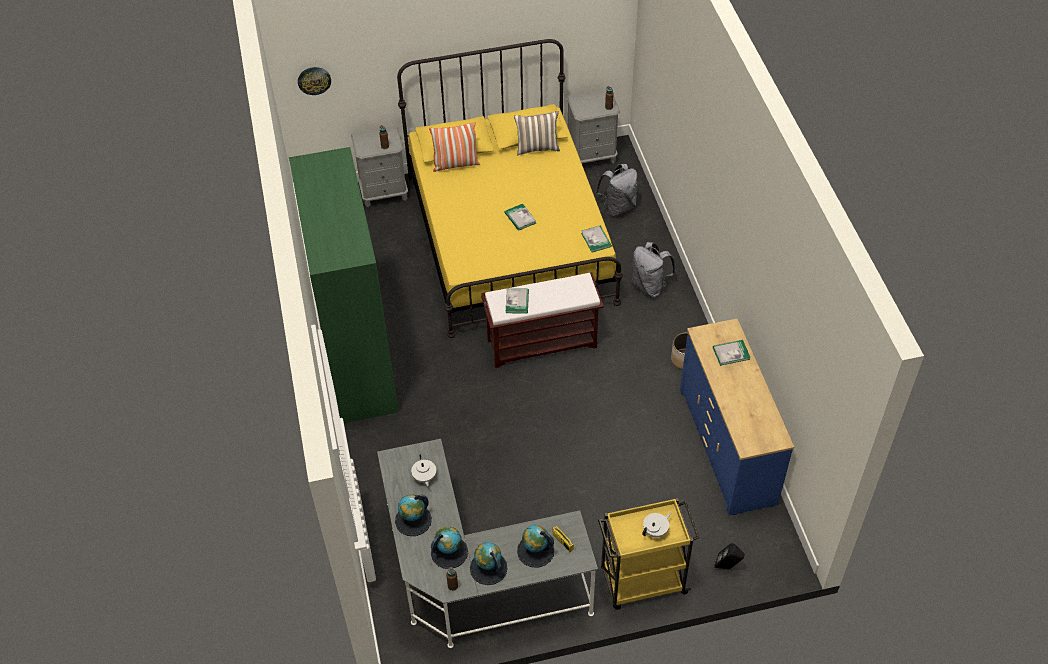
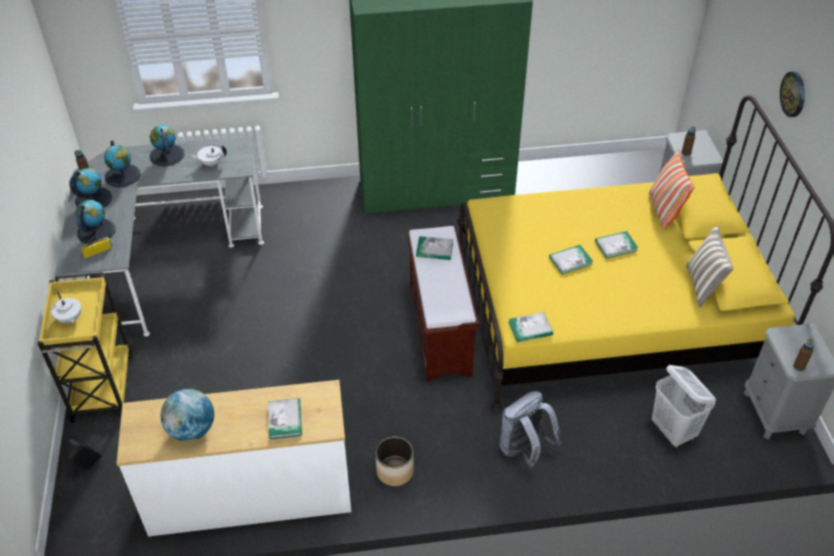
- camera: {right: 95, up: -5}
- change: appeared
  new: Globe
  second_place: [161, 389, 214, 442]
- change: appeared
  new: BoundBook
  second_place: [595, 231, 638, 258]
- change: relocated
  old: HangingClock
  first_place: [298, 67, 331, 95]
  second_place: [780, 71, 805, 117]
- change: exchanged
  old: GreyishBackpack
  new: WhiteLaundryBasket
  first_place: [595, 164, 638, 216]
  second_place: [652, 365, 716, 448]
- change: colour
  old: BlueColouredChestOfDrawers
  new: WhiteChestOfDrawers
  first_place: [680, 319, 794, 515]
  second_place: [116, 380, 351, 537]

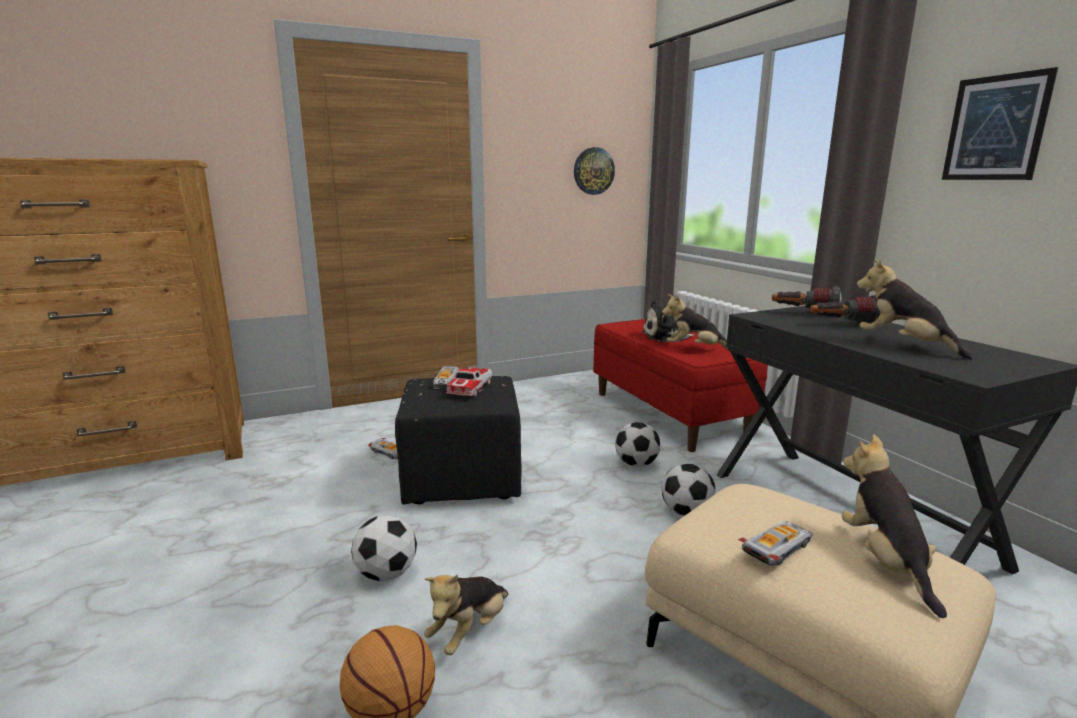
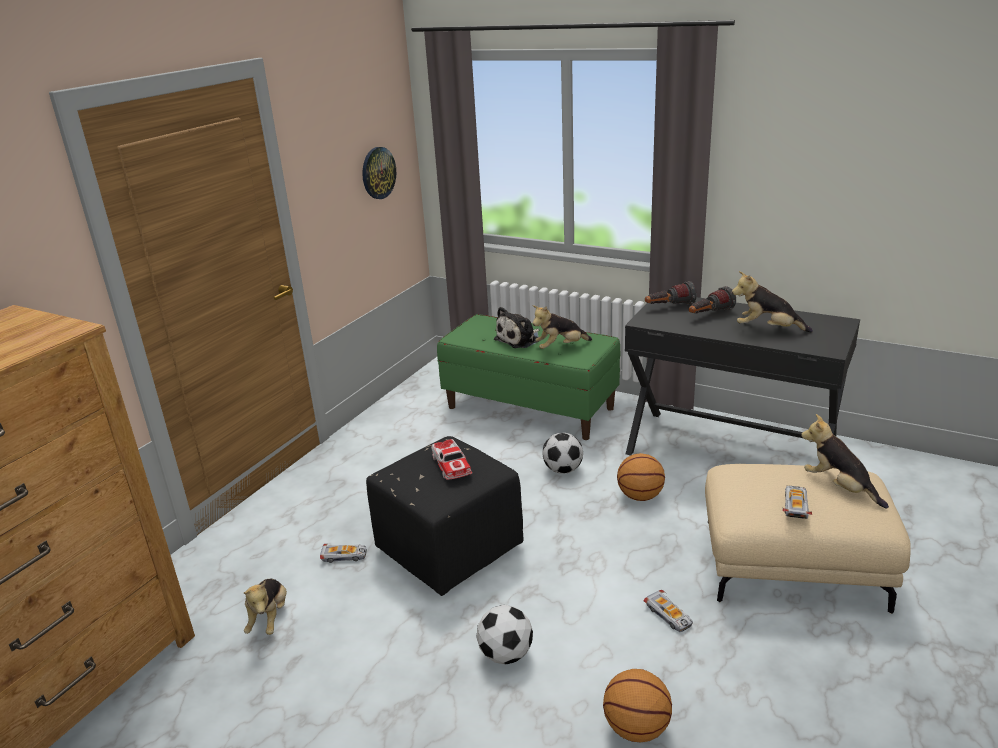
- camera: {right: -35, up: 10}
- change: missing
  old: Picture
  first_place: [942, 67, 1058, 180]
- change: relocated
  old: CuddlyToy
  first_place: [424, 574, 508, 655]
  second_place: [244, 579, 287, 635]
- change: relocated
  old: ToyCar
  first_place: [433, 366, 462, 388]
  second_place: [643, 590, 693, 632]
- change: exchanged
  old: Football
  new: BasketballBall
  first_place: [662, 463, 716, 516]
  second_place: [617, 453, 665, 501]
- change: colour
  old: ReddishIndoorBench
  new: GreenIndoorBench
  first_place: [593, 319, 767, 452]
  second_place: [437, 314, 620, 440]

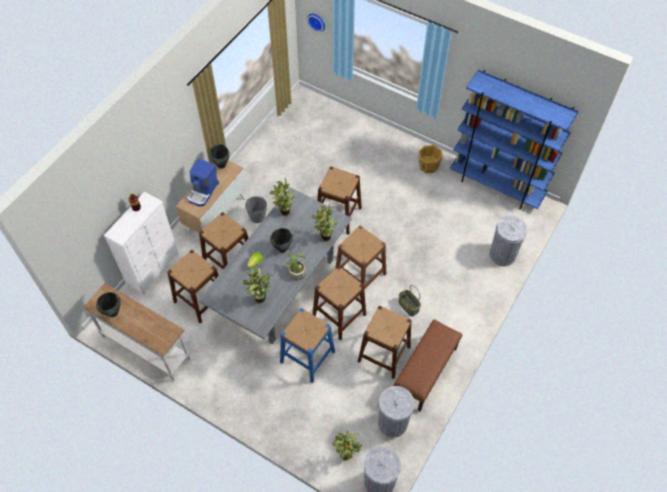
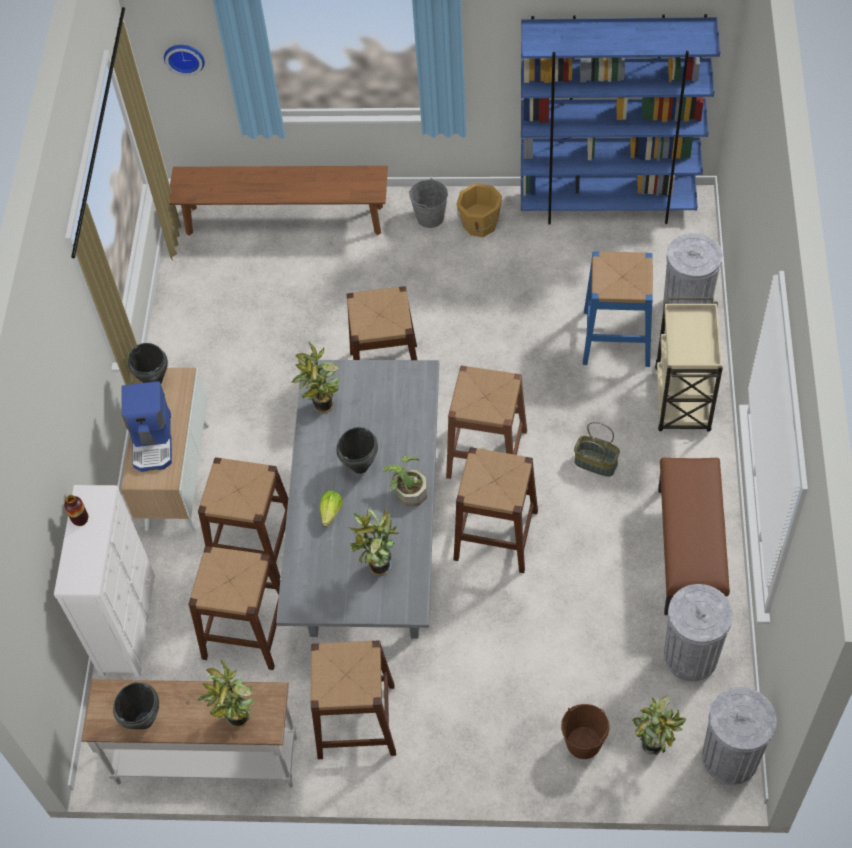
- camera: {right: -25, up: 0}
- change: appeared
  new: BrownishIndoorBench
  second_place: [169, 166, 388, 236]
- change: appeared
  new: BrownishWaterBucket
  second_place: [561, 704, 609, 759]
- change: appeared
  new: BeigeTrolley
  second_place: [655, 297, 723, 431]
- change: relocated
  old: GreyishWaterBucket
  first_place: [245, 196, 267, 223]
  second_place: [409, 178, 448, 228]
- change: relocated
  old: BlueColouredStoolSeat
  first_place: [280, 308, 335, 383]
  second_place: [583, 251, 653, 367]
- change: relocated
  old: PlantInAPot
  first_place: [312, 204, 337, 242]
  second_place: [197, 659, 255, 728]
- change: relocated
  old: BrownishStoolSeat
  first_place: [358, 306, 412, 379]
  second_place: [311, 640, 396, 759]

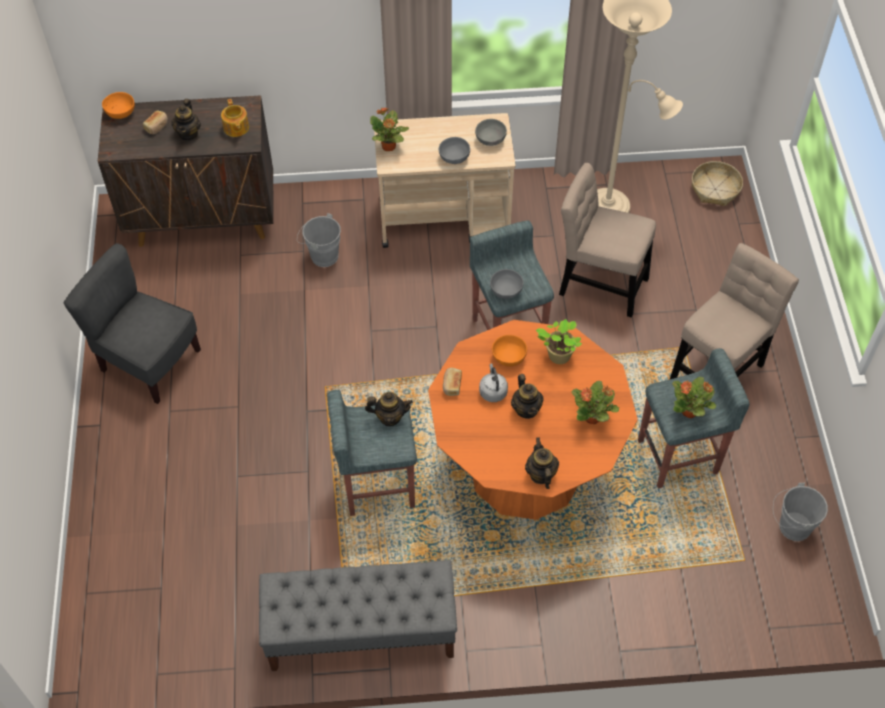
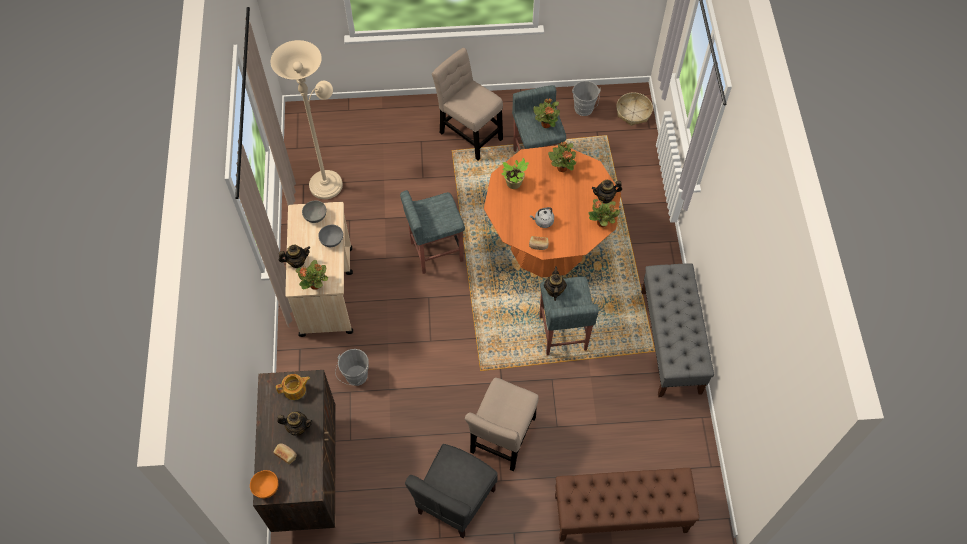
- camera: {right: -90, up: 5}
- change: missing
  old: GreyishDeepDish
  first_place: [490, 269, 523, 299]
- change: missing
  old: OrangeColouredDeepDish
  first_place: [492, 335, 527, 366]
- change: appeared
  new: BrownishIndoorBench
  second_place: [555, 468, 700, 542]
- change: appeared
  new: PlantInAPot
  second_place: [589, 199, 620, 227]
- change: relocated
  old: TeaPot
  first_place: [511, 374, 544, 419]
  second_place: [279, 245, 310, 268]
- change: relocated
  old: BeigePlainChair
  first_place: [559, 163, 656, 318]
  second_place: [465, 378, 539, 471]
- change: relocated
  old: StorageBasket
  first_place: [692, 161, 743, 206]
  second_place: [616, 92, 653, 126]

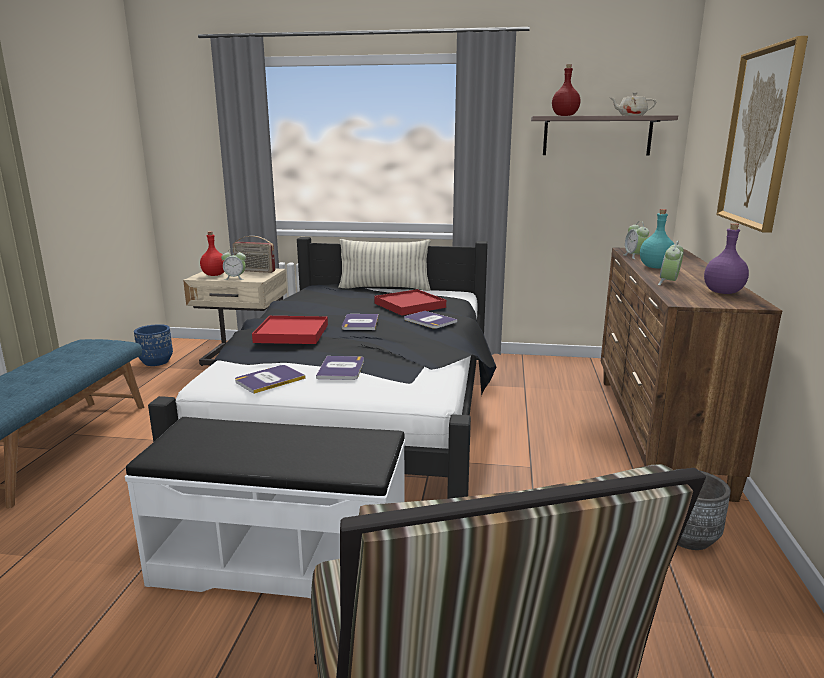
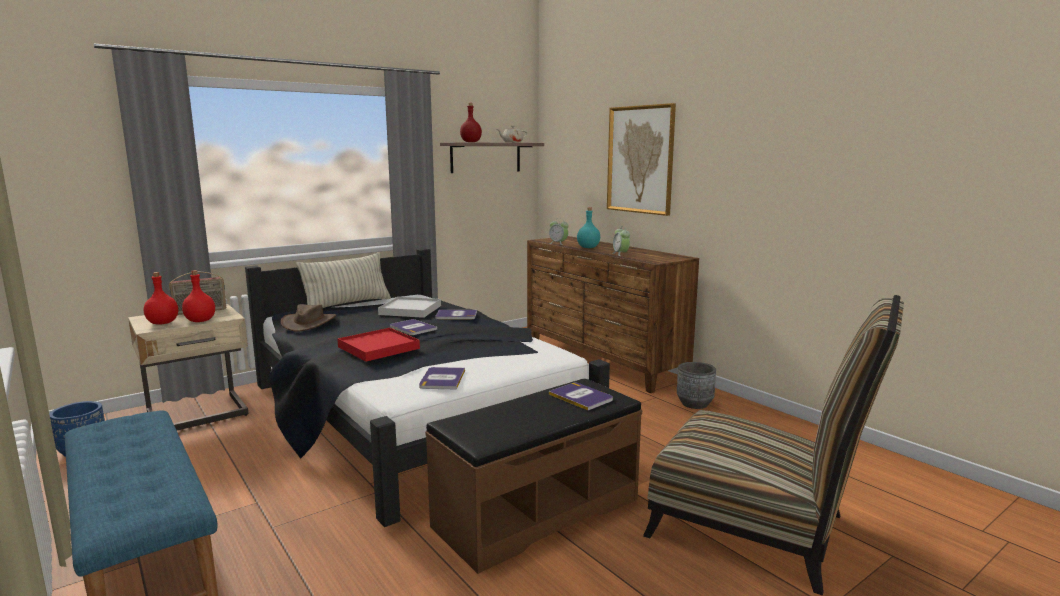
- camera: {right: -45, up: -5}
- change: missing
  old: PurpleDrinkBottle
  first_place: [704, 223, 749, 294]
- change: appeared
  new: BrownishClothingHat
  second_place: [281, 304, 336, 331]
- change: relocated
  old: BoundBook
  first_place: [316, 356, 364, 380]
  second_place: [549, 383, 613, 411]
- change: exchanged
  old: BedsideClock
  new: ReddishDrinkBottle
  first_place: [221, 251, 246, 280]
  second_place: [182, 270, 215, 322]
- change: colour
  old: WhiteIndoorBench
  new: BrownishIndoorBench
  first_place: [125, 417, 405, 598]
  second_place: [425, 378, 642, 574]
- change: colour
  old: ReddishCarryingTray
  new: WhiteCarryingTray
  first_place: [374, 289, 446, 316]
  second_place: [378, 297, 441, 318]

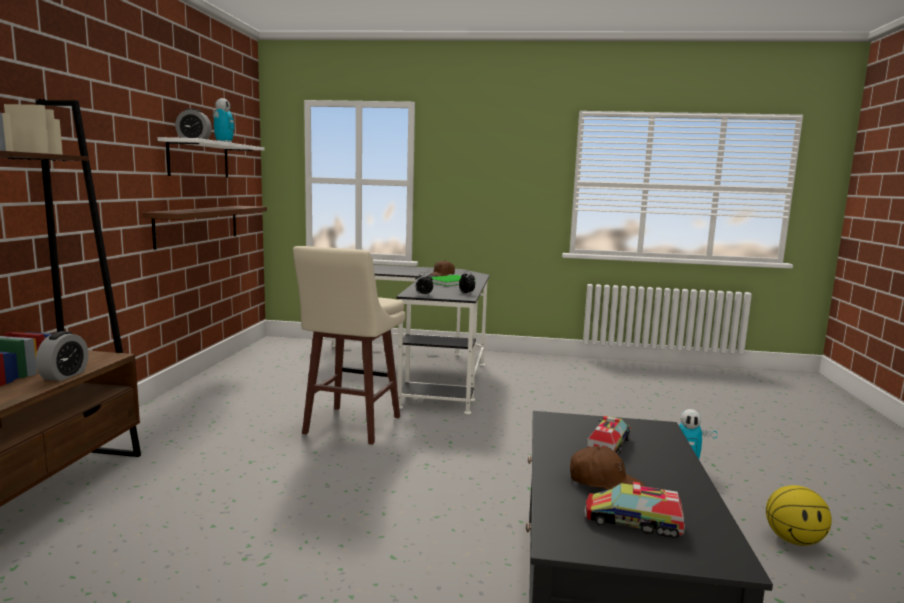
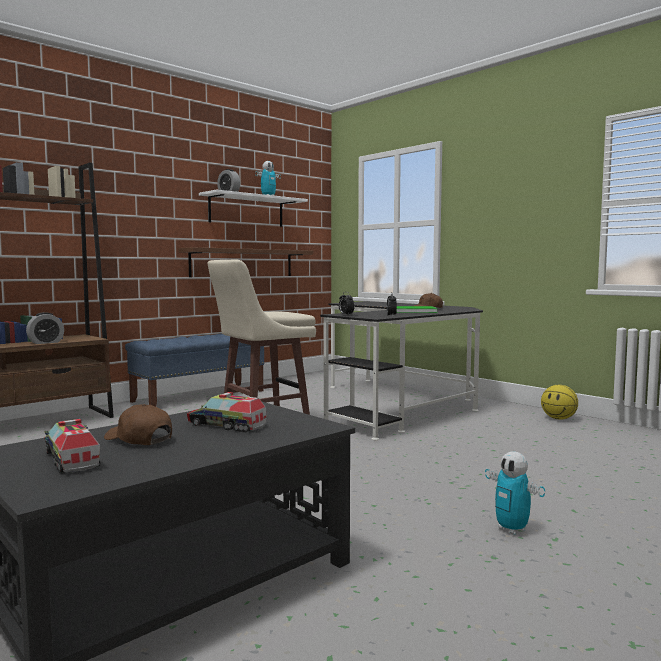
- camera: {right: 40, up: -5}
- change: appeared
  new: BlueColouredIndoorBench
  second_place: [125, 333, 264, 407]
- change: relocated
  old: BasketballBall
  first_place: [766, 485, 832, 546]
  second_place: [541, 385, 578, 420]
- change: spun
  old: BrownishBaseballCap
  first_place: [570, 446, 645, 490]
  second_place: [104, 404, 172, 445]
  degrees: 150
- change: spun
  old: ModelTruck
  first_place: [587, 416, 631, 455]
  second_place: [187, 392, 267, 433]
  degrees: -135

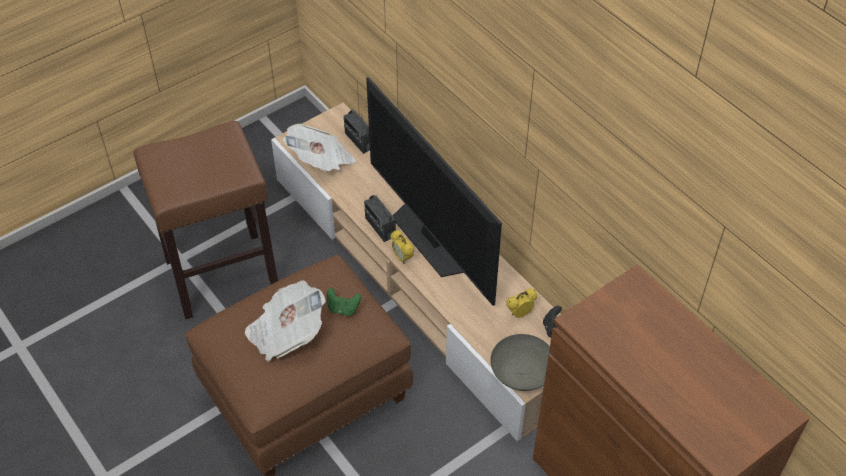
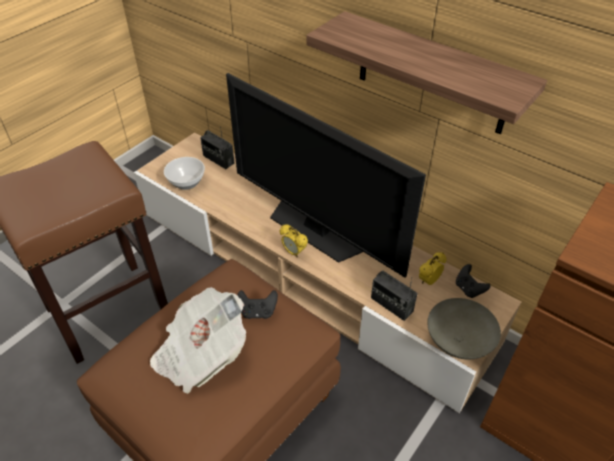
- camera: {right: -15, up: -5}
- change: appeared
  new: WallShelf
  second_place: [306, 11, 547, 134]
- change: relocated
  old: RadioSet
  first_place: [364, 195, 396, 242]
  second_place: [371, 271, 418, 321]
- change: exchanged
  old: DailyPaper
  new: DeepDish
  first_place: [282, 124, 356, 172]
  second_place: [164, 157, 205, 190]
- change: colour
  old: GreenGameController
  new: BlackGameController
  first_place: [327, 287, 361, 316]
  second_place: [237, 290, 278, 319]

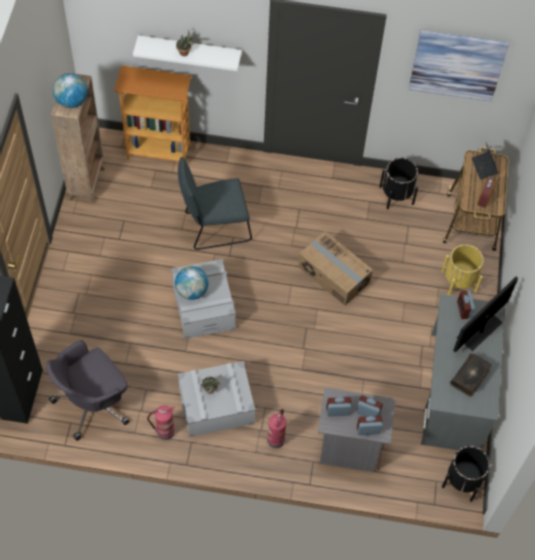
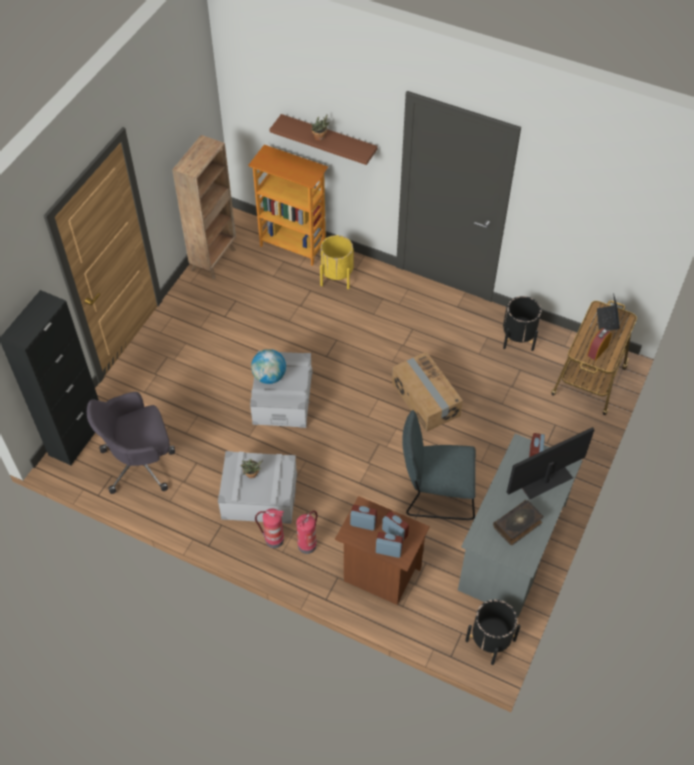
- camera: {right: 20, up: -5}
- change: missing
  old: Globe
  first_place: [53, 73, 87, 108]
- change: missing
  old: Picture
  first_place: [409, 30, 509, 102]
- change: relocated
  old: FireFightingCylinder
  first_place: [147, 405, 175, 440]
  second_place: [255, 508, 284, 548]
- change: relocated
  old: GreyishPlainChair
  first_place: [178, 157, 252, 250]
  second_place: [402, 410, 476, 520]
- change: relocated
  old: YellowColouredFlowerPot
  first_place: [441, 244, 484, 295]
  second_place: [320, 235, 354, 289]
- change: colour
  old: WhiteWallShelf
  new: BrownishWallShelf
  first_place: [133, 35, 242, 71]
  second_place: [269, 114, 378, 165]
- change: colour
  old: GreyishNightstand
  new: BrownishNightstand
  first_place: [318, 387, 396, 472]
  second_place: [335, 496, 430, 605]

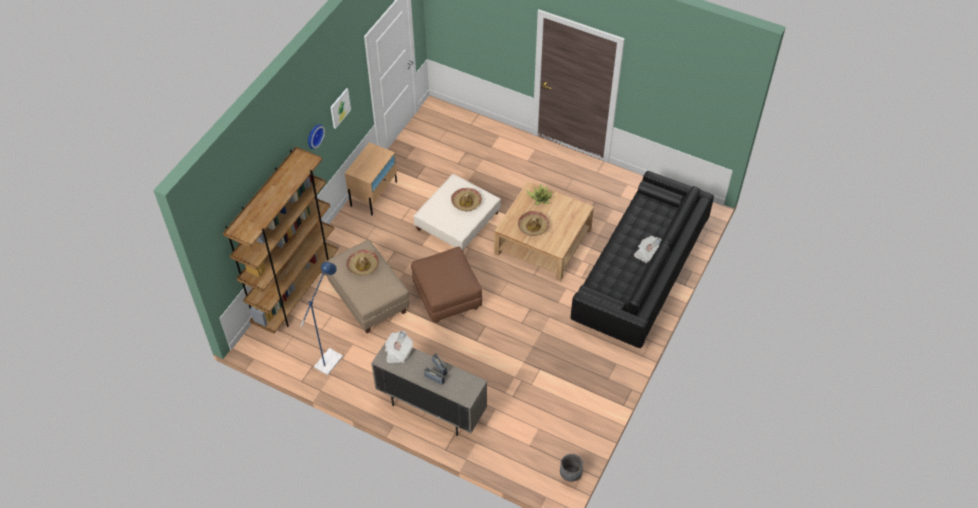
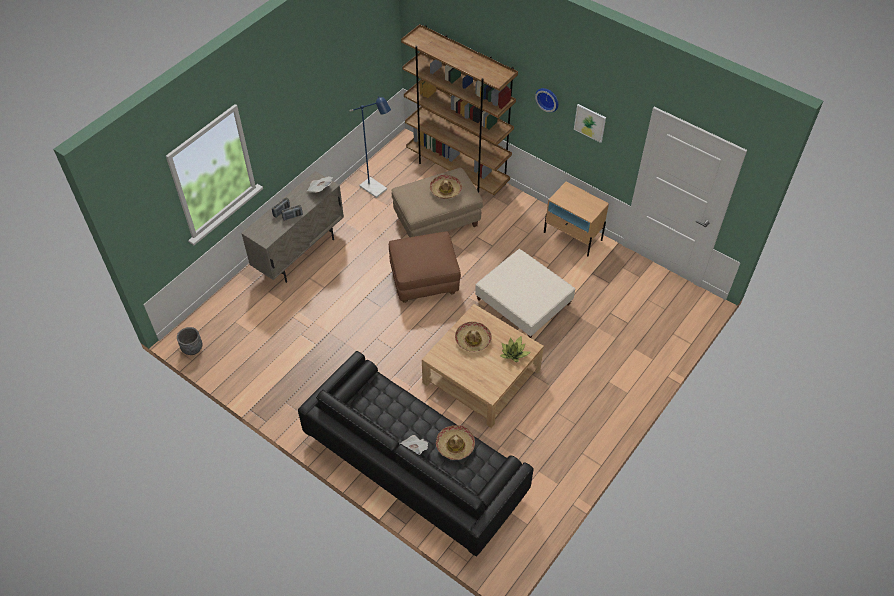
- camera: {right: 100, up: 0}
- change: relocated
  old: ClothingHat
  first_place: [451, 188, 482, 211]
  second_place: [436, 425, 475, 460]

